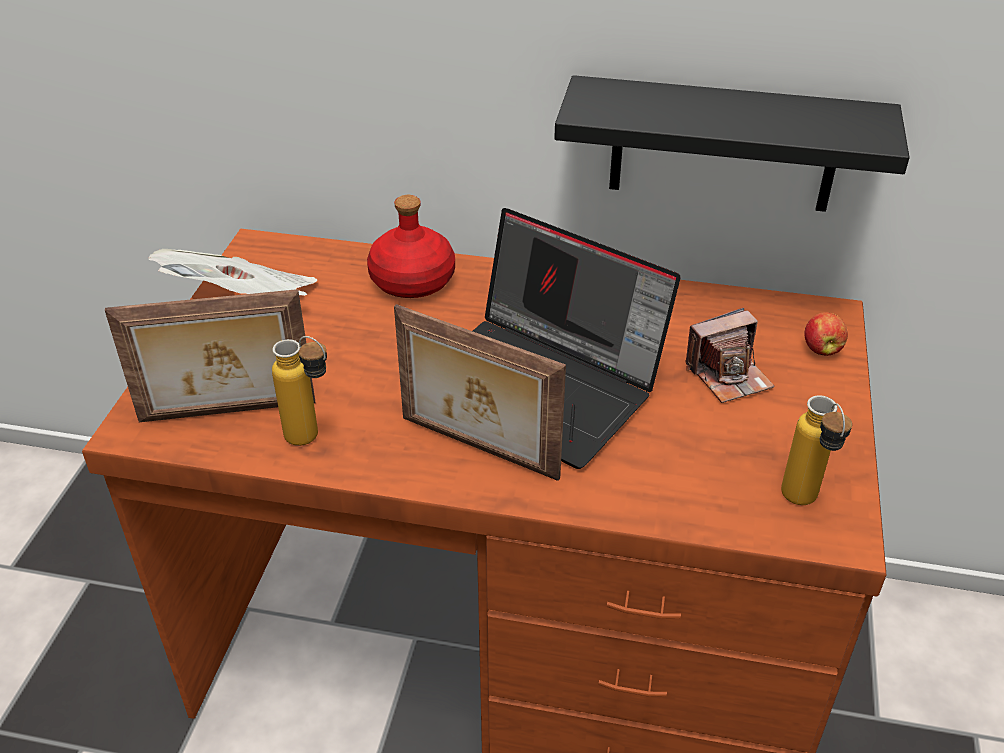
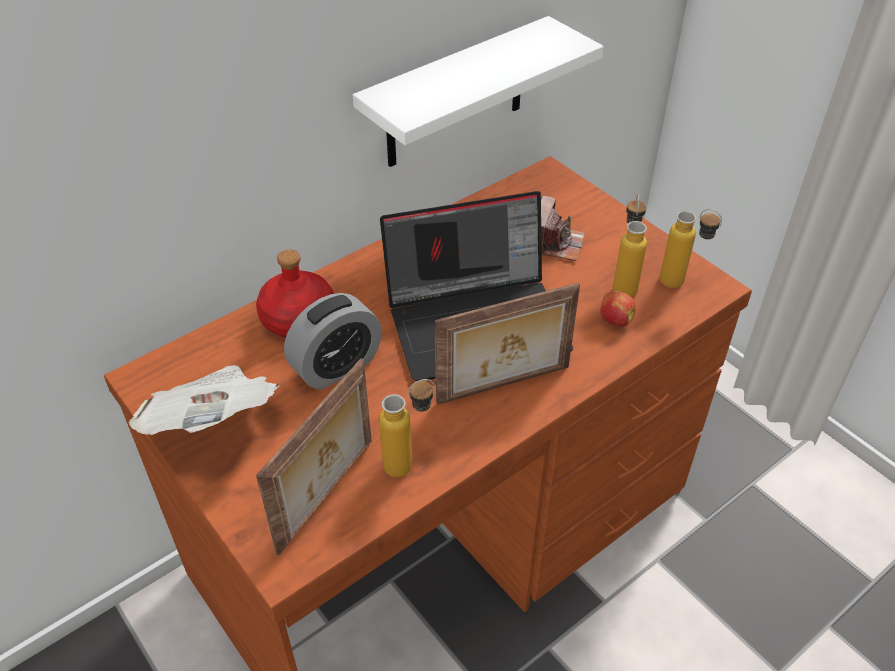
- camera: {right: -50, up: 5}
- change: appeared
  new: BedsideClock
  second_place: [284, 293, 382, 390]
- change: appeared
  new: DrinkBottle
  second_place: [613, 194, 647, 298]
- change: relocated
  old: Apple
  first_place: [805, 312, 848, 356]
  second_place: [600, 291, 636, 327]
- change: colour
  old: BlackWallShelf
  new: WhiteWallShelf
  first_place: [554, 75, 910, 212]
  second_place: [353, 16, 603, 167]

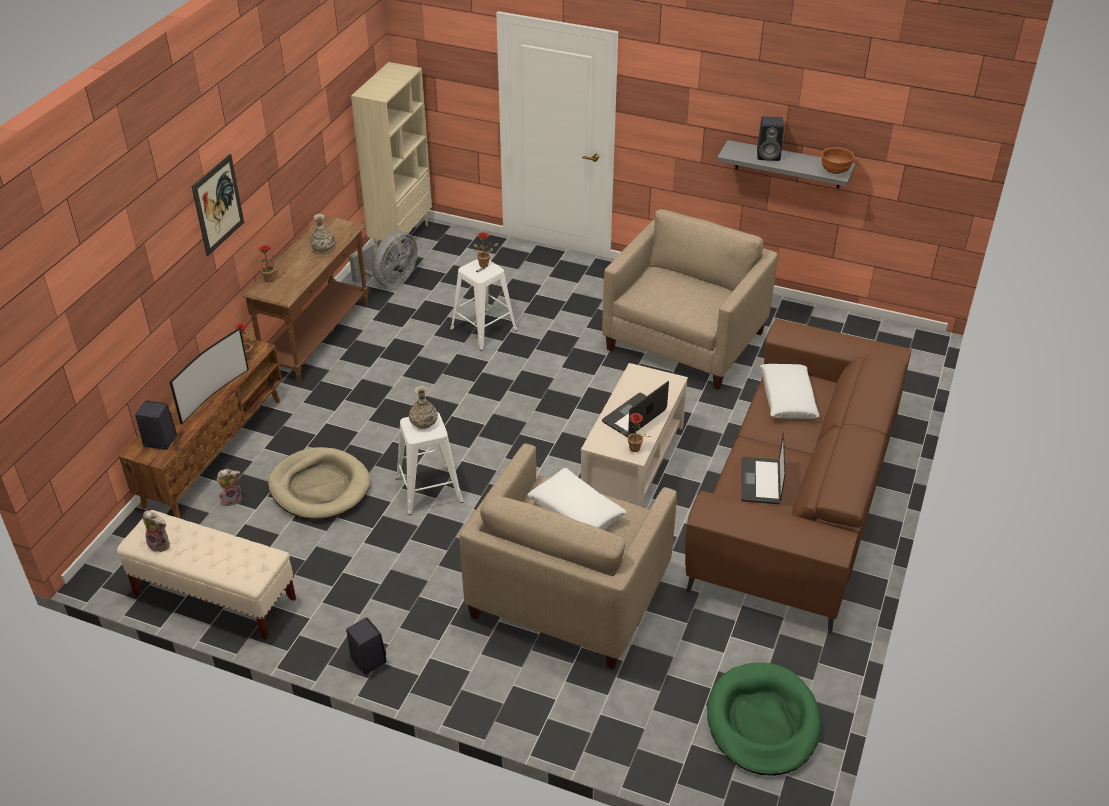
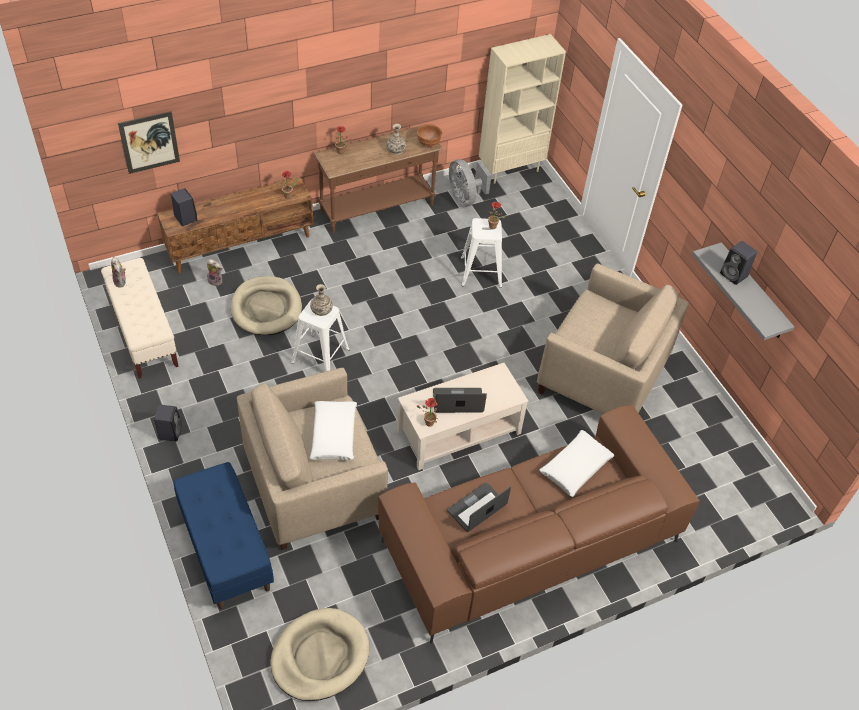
- camera: {right: 40, up: 10}
- change: missing
  old: Television
  first_place: [170, 328, 249, 425]
- change: appeared
  new: BlueColouredIndoorBench
  second_place: [174, 462, 274, 609]
- change: relocated
  old: Picture
  first_place: [191, 154, 244, 256]
  second_place: [118, 111, 180, 174]
- change: relocated
  old: BrownishDeepDish
  first_place: [821, 147, 854, 174]
  second_place: [417, 124, 442, 147]
- change: colour
  old: GreenDogBed
  new: BeigeDogBed
  first_place: [707, 662, 821, 776]
  second_place: [270, 608, 369, 701]
- change: spun
  old: GreyishFan
  first_place: [349, 231, 418, 288]
  second_place: [449, 159, 491, 207]
  degrees: 75
- change: spun
  old: BeigeArmchair
  first_place: [602, 209, 778, 390]
  second_place: [537, 263, 689, 414]
  degrees: 45

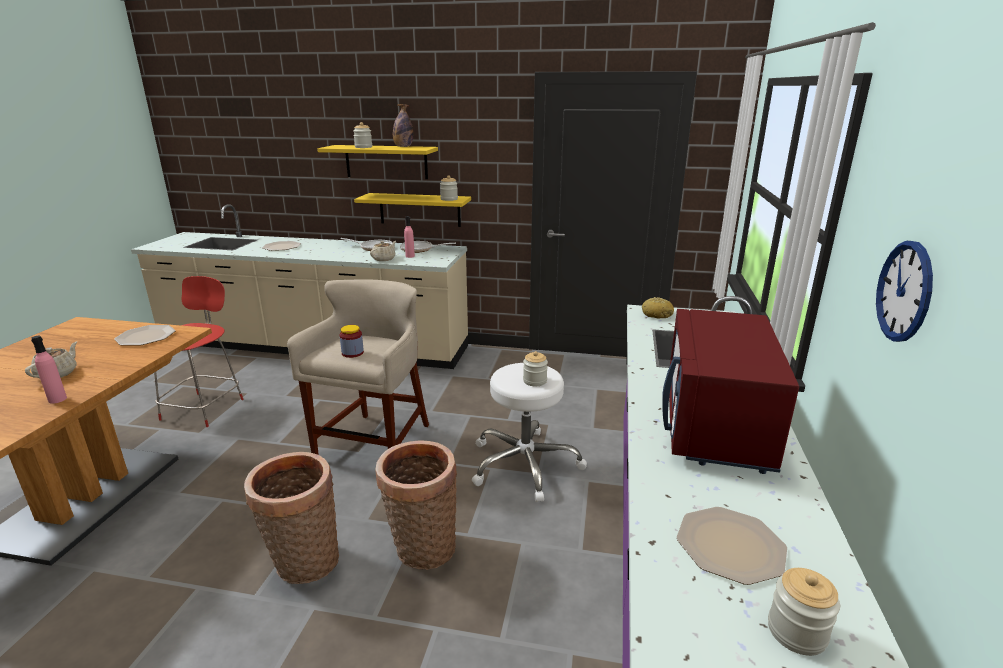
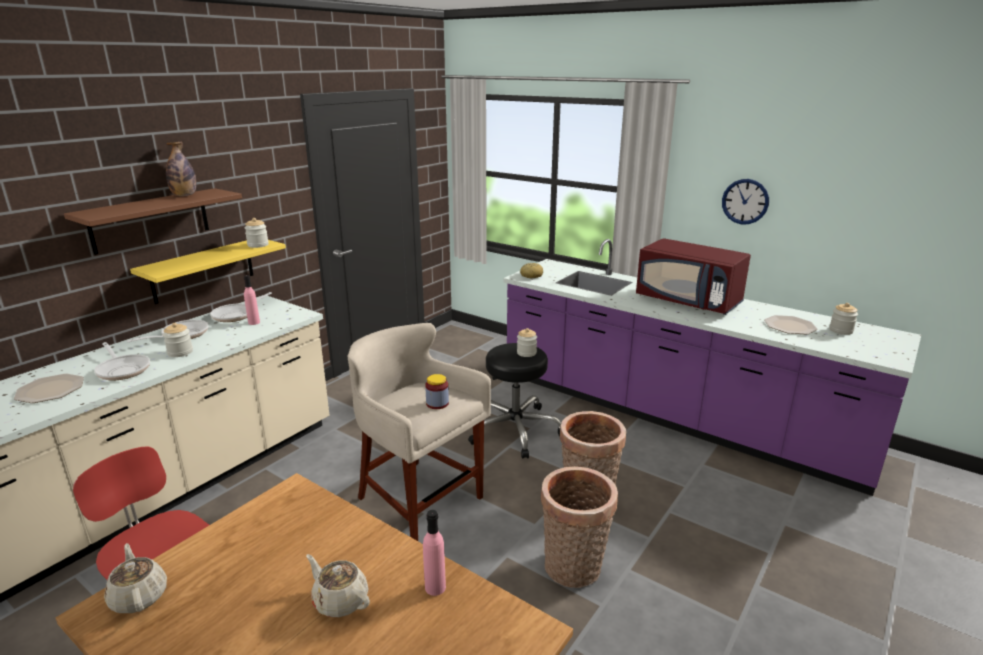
- camera: {right: -65, up: 0}
- change: missing
  old: Plate
  first_place: [114, 325, 176, 345]
- change: appeared
  new: Skillet
  second_place: [94, 342, 150, 381]
- change: relocated
  old: StorageJar
  first_place: [353, 122, 372, 148]
  second_place: [163, 323, 193, 357]
- change: relocated
  old: BeigeTeaPot
  first_place: [370, 241, 396, 261]
  second_place: [104, 543, 167, 613]
- change: colour
  old: YellowColouredWallShelf
  new: BrownishWallShelf
  first_place: [317, 145, 438, 179]
  second_place: [64, 188, 242, 255]
- change: colour
  old: WhiteStoolSeat
  new: BlackStoolSeat
  first_place: [472, 363, 587, 502]
  second_place: [468, 343, 561, 459]

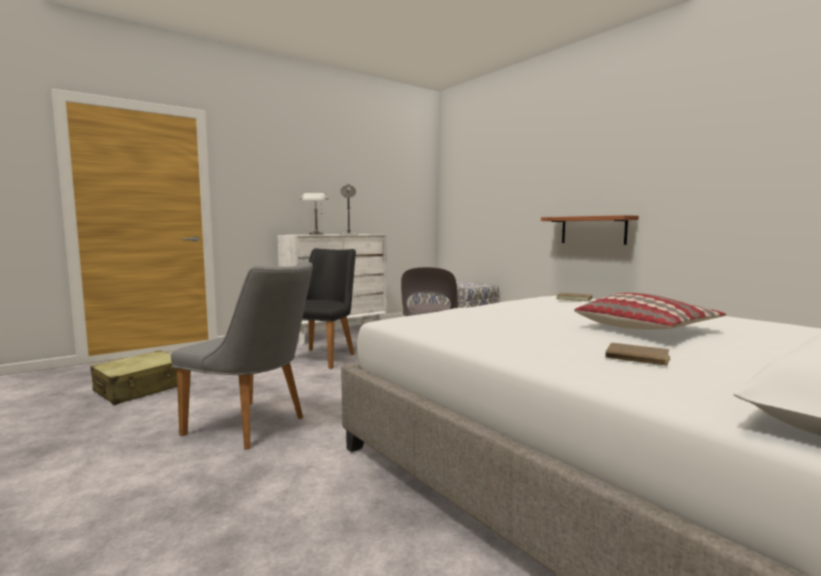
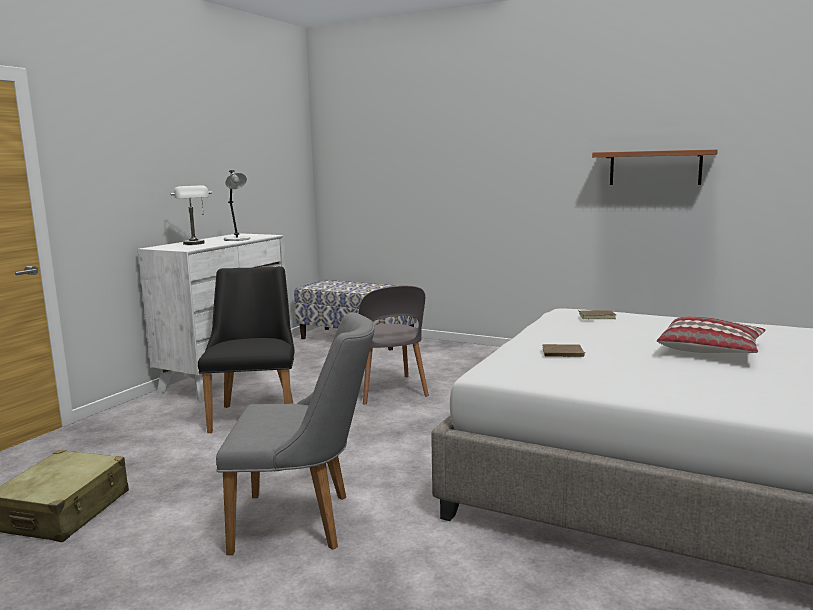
- camera: {right: -25, up: 5}
- change: relocated
  old: WallShelf
  first_place: [541, 215, 639, 245]
  second_place: [592, 149, 718, 185]
- change: relocated
  old: BrownishBoundBook
  first_place: [606, 343, 670, 366]
  second_place: [542, 344, 586, 357]

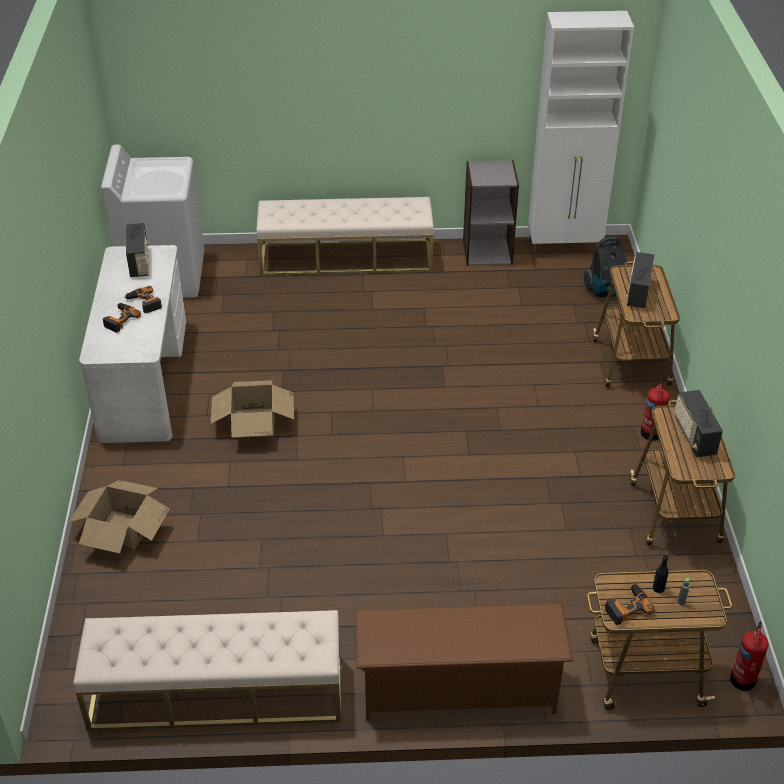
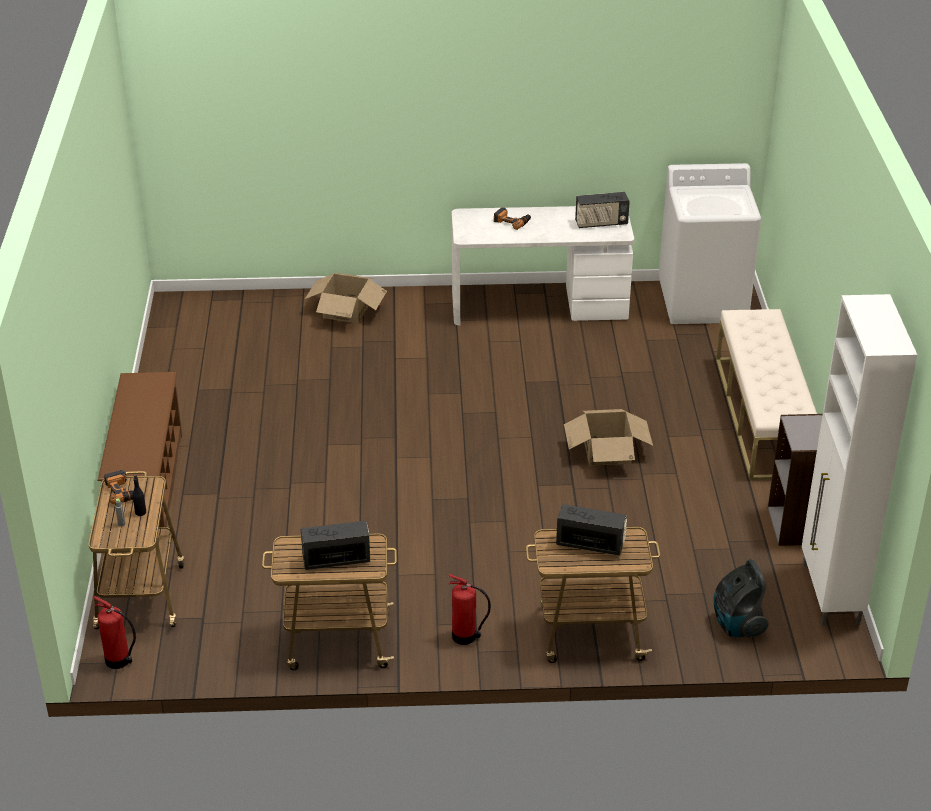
- camera: {right: 90, up: -5}
- change: missing
  old: BeigeIndoorBench
  first_place: [73, 610, 341, 731]
- change: missing
  old: Drill
  first_place: [124, 286, 162, 313]
- change: relocated
  old: CardboardBox
  first_place: [211, 380, 294, 438]
  second_place: [564, 409, 653, 466]

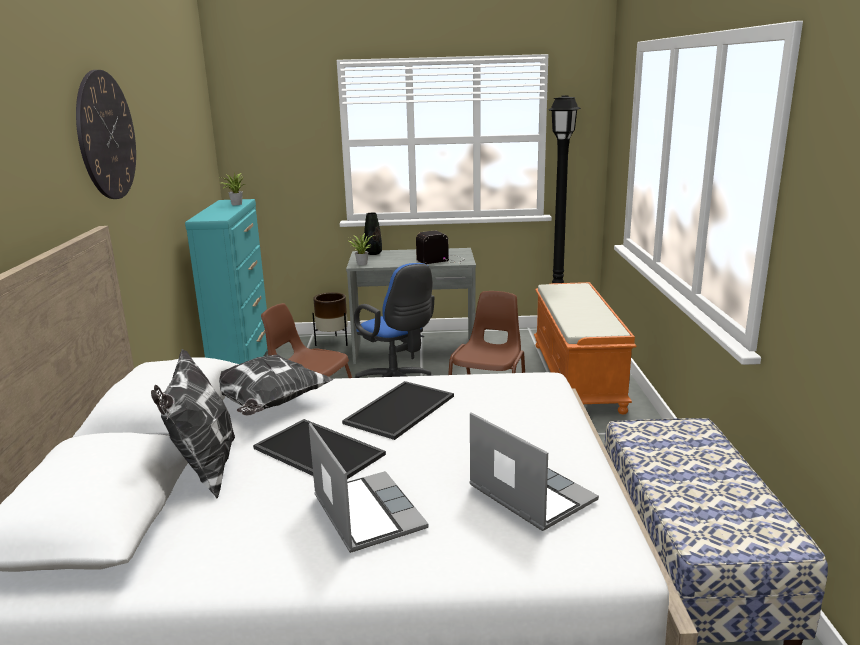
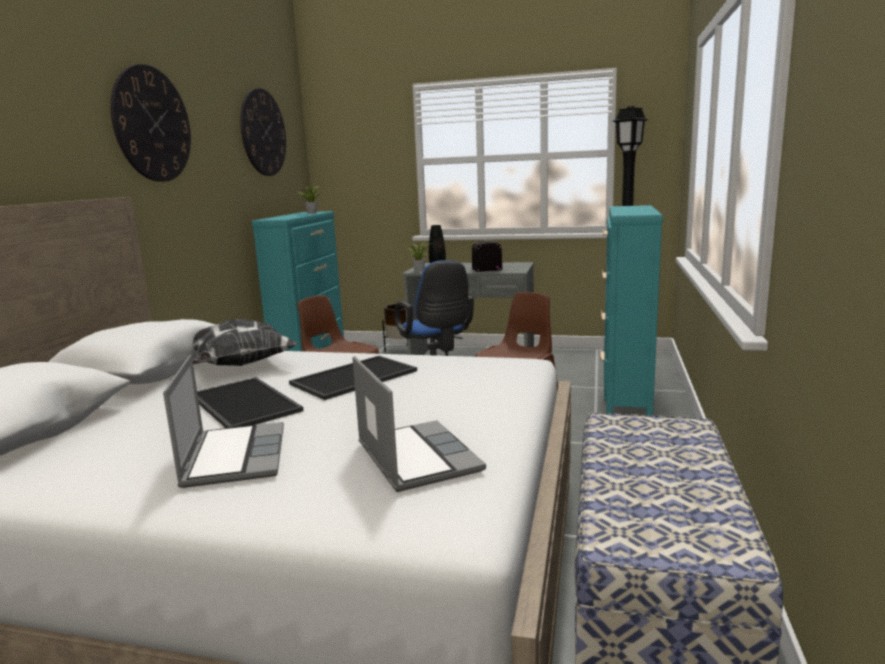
- camera: {right: 15, up: -5}
- change: missing
  old: Cushion
  first_place: [151, 349, 235, 499]
- change: appeared
  new: HangingClock
  second_place: [240, 88, 286, 176]
- change: exchanged
  old: OrangeColouredIndoorBench
  new: TurquoiseColouredChestOfDrawers
  first_place: [534, 282, 636, 414]
  second_place: [601, 205, 663, 415]

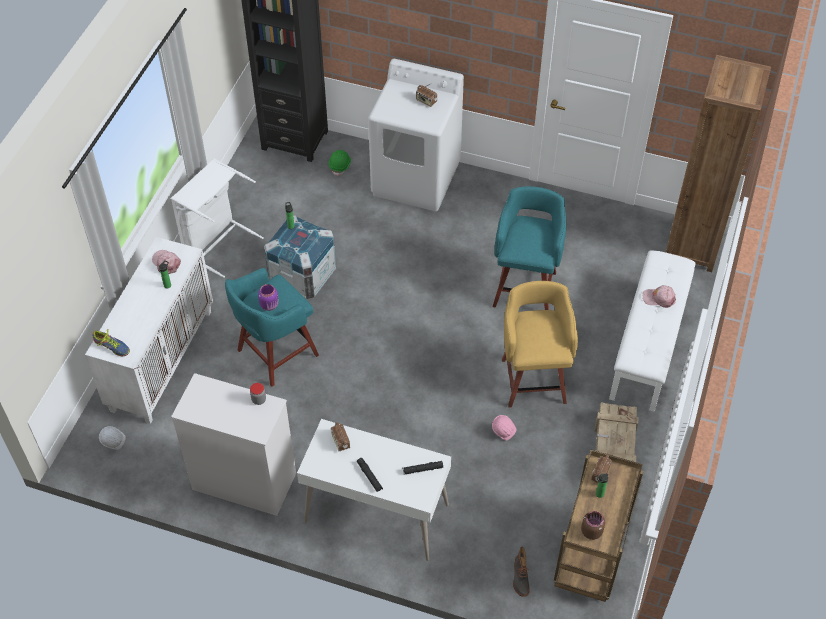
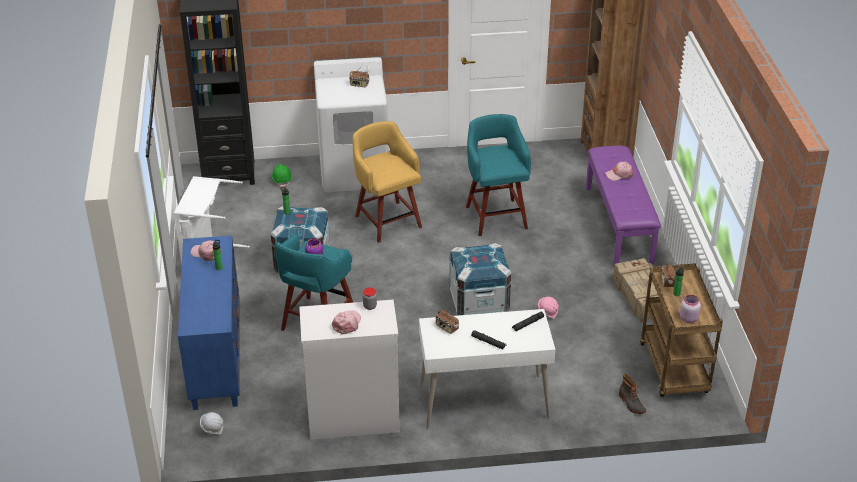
- camera: {right: -25, up: -15}
- change: missing
  old: ItemOfFootwear
  first_place: [92, 329, 130, 356]
- change: appeared
  new: PinkBaseballCap
  second_place: [332, 310, 361, 334]
- change: appeared
  new: Crate
  second_place: [450, 243, 512, 316]
- change: relocated
  old: YellowColouredStoolSeat
  first_place: [502, 281, 578, 408]
  second_place: [353, 121, 422, 243]
- change: colour
  old: WhiteCupboard
  new: BlueColouredCupboard
  first_place: [85, 237, 213, 424]
  second_place: [178, 235, 239, 410]
- change: colour
  old: BrownishStorageJar
  new: PinkStorageJar
  first_place: [581, 511, 605, 540]
  second_place: [680, 295, 701, 323]
- change: colour
  old: WhiteIndoorBench
  new: PurpleIndoorBench
  first_place: [609, 250, 696, 412]
  second_place: [586, 146, 661, 266]

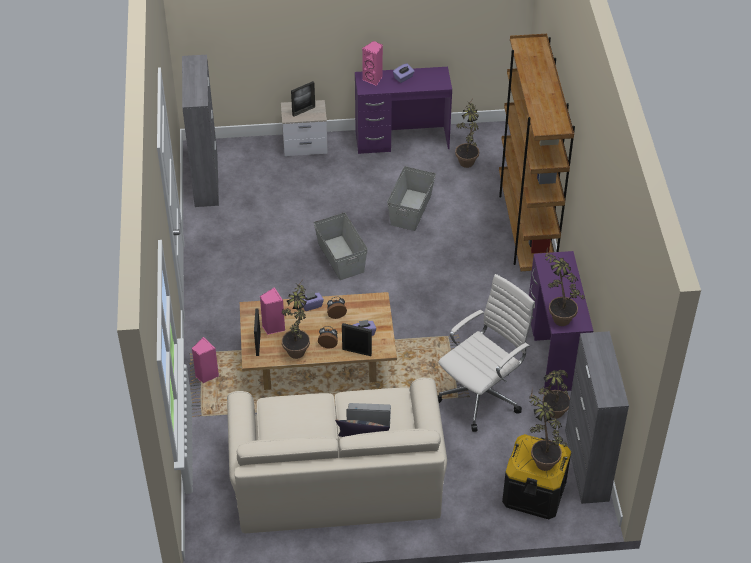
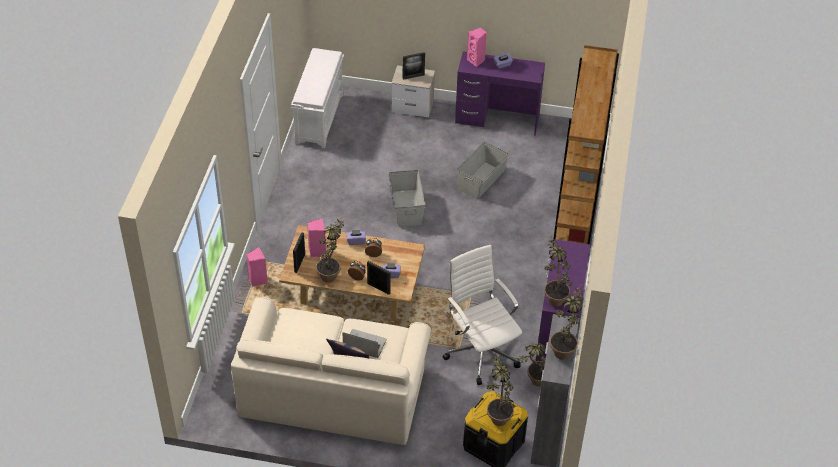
- camera: {right: 15, up: 0}
- change: relocated
  old: PlantInAPot
  first_place: [455, 97, 479, 168]
  second_place: [550, 287, 583, 360]
- change: exchanged
  old: GreyishCupboard
  new: WhiteIndoorBench
  first_place: [182, 55, 219, 207]
  second_place: [291, 48, 344, 149]
- change: spun
  old: WhiteOfficeChair
  first_place: [438, 274, 535, 432]
  second_place: [442, 245, 522, 385]
  degrees: -90

